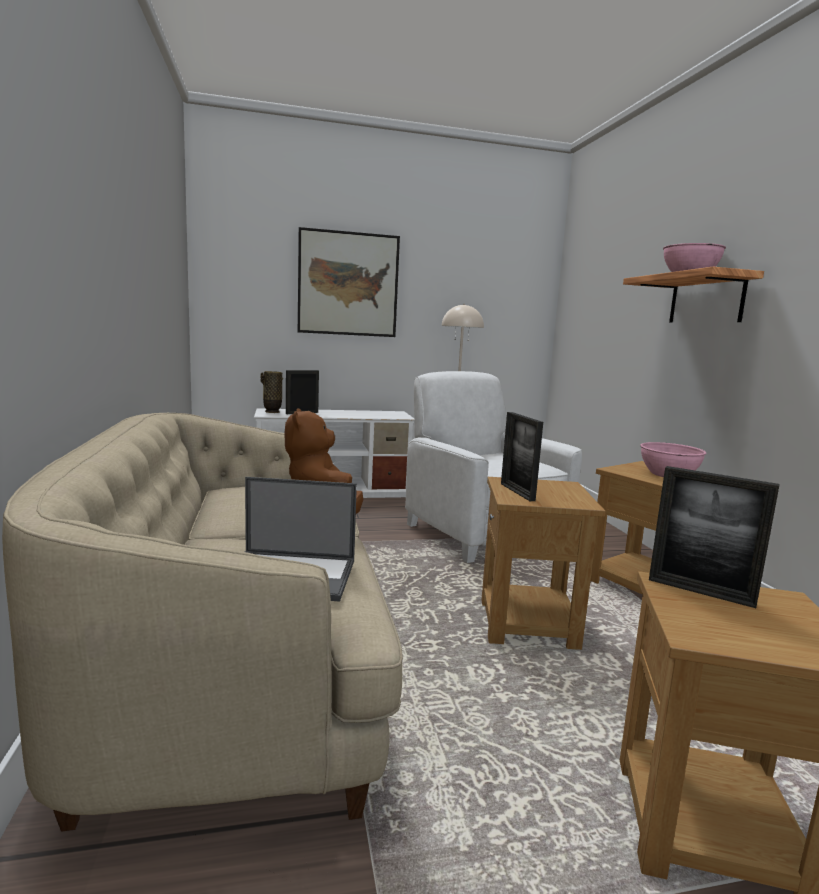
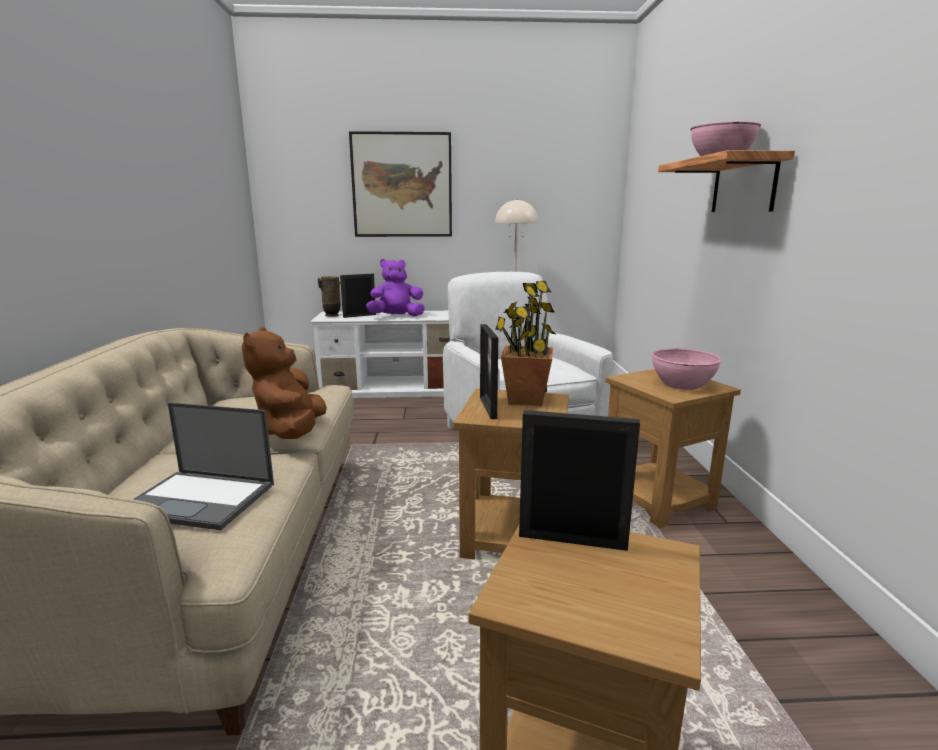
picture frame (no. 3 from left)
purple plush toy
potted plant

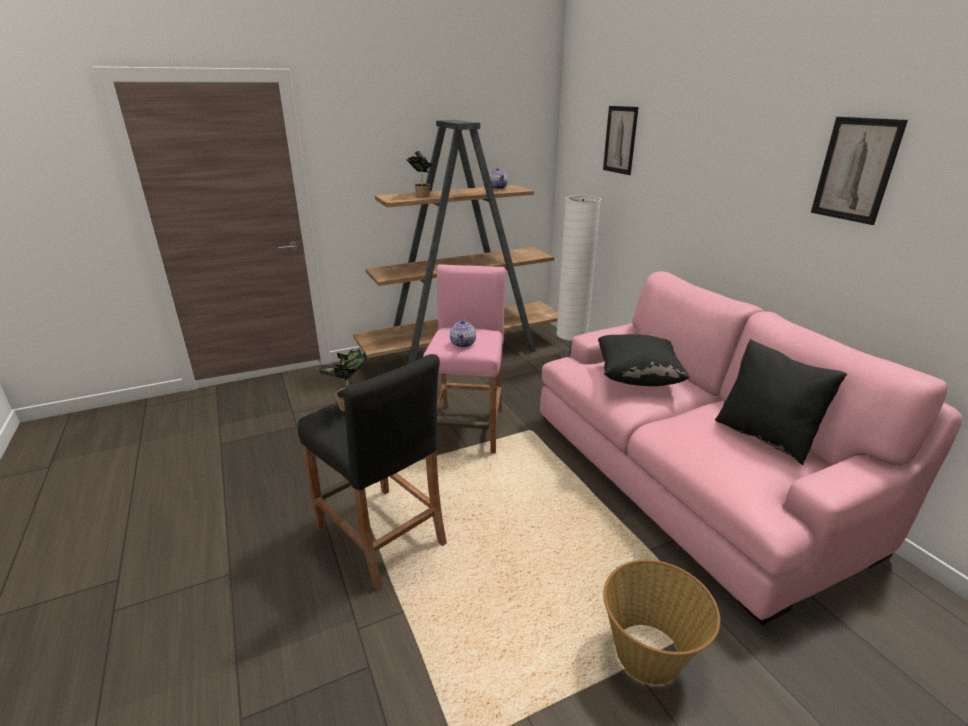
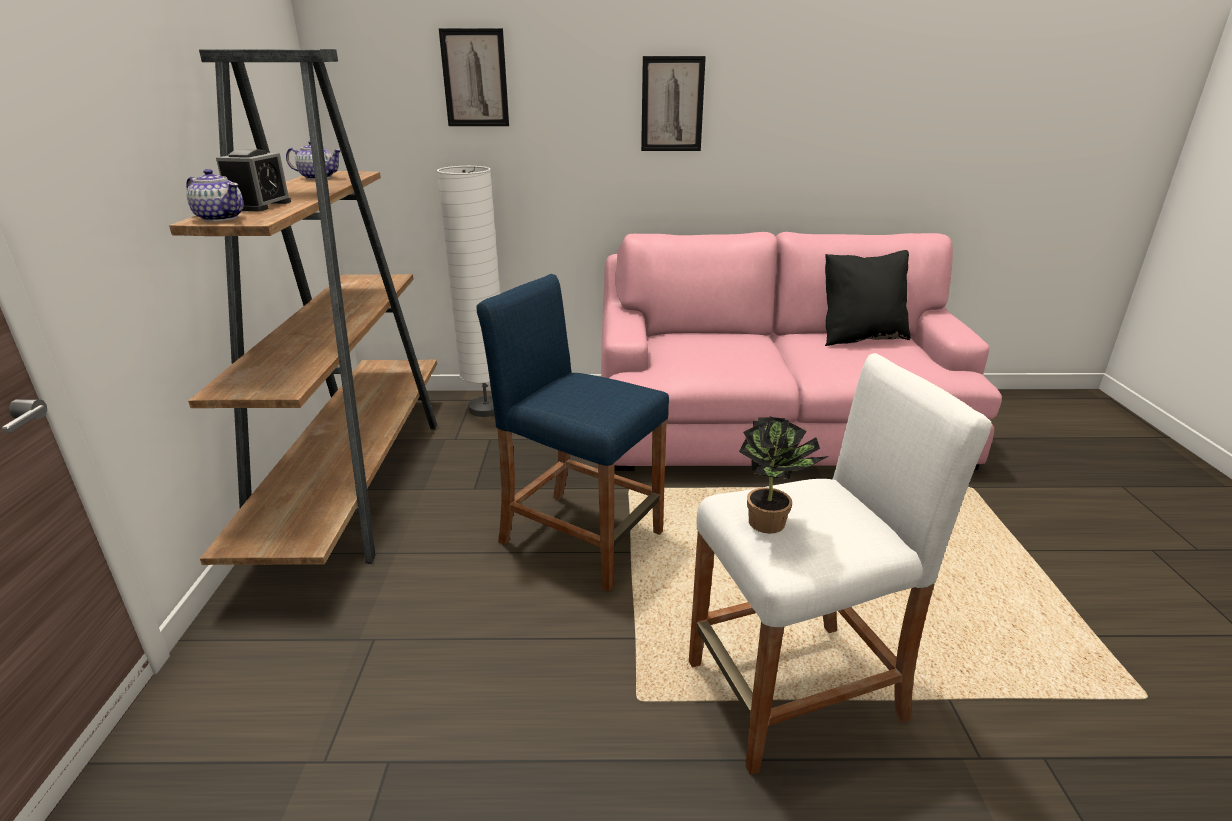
picture (no. 2 from left)
alarm clock
blue stool
teapot (no. 1 from left)
black pillow (no. 1 from left in the first image)
white stool
basket

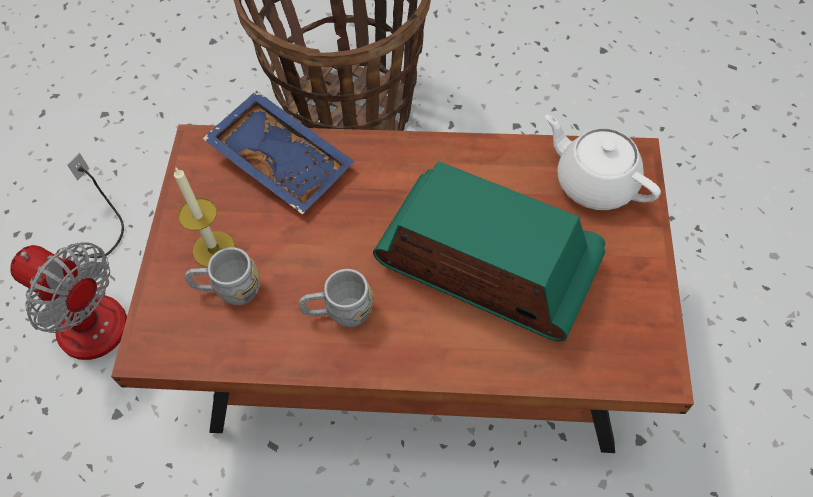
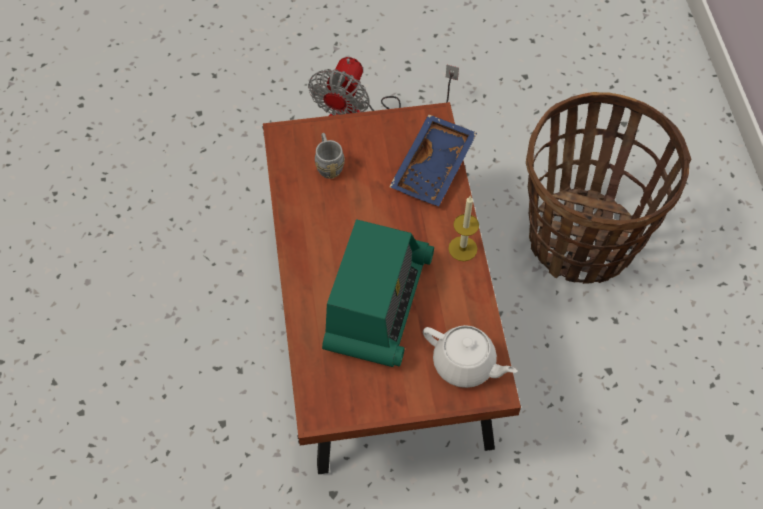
white teapot
candle
grey mug (no. 2 from left in the first image)

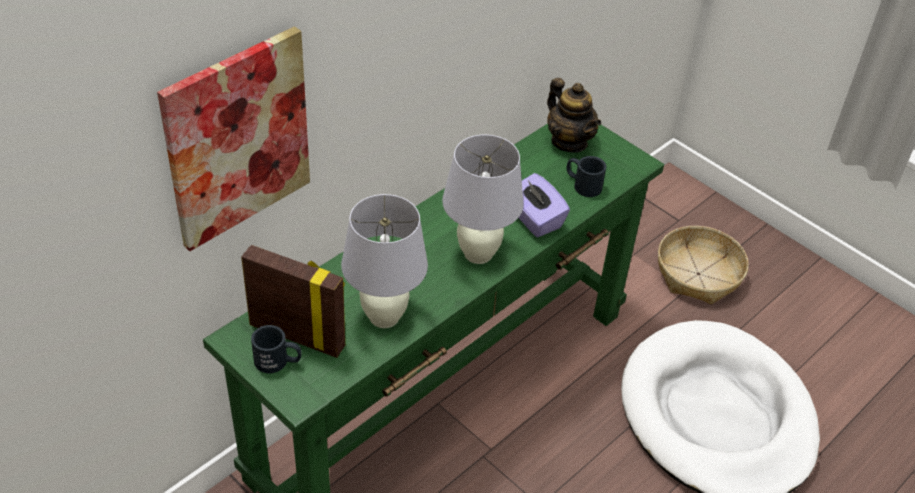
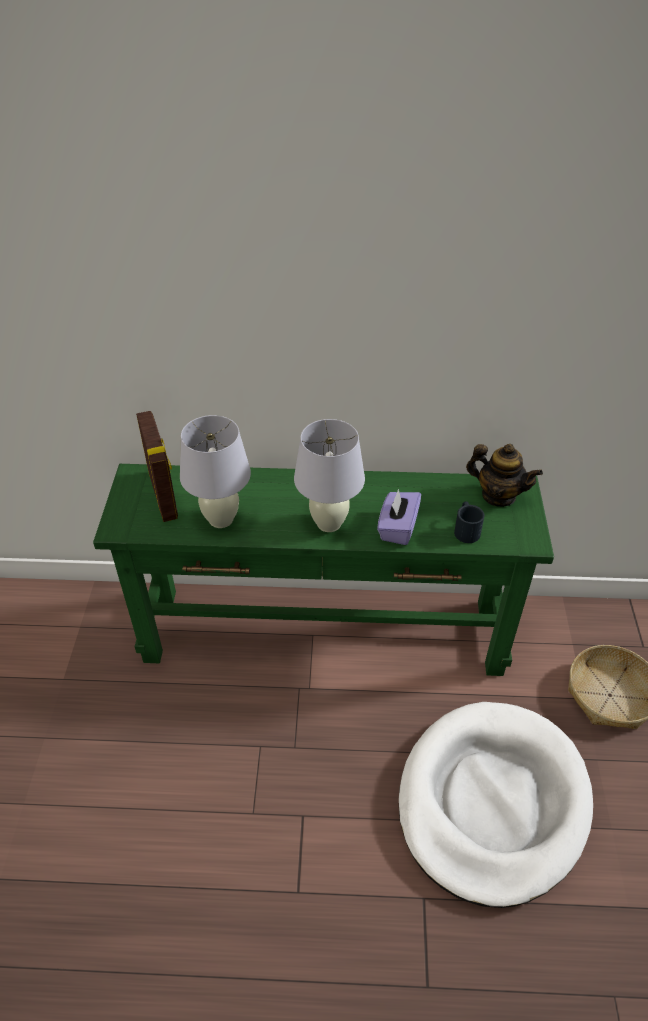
picture
teapot
black mug (no. 1 from left in the first image)

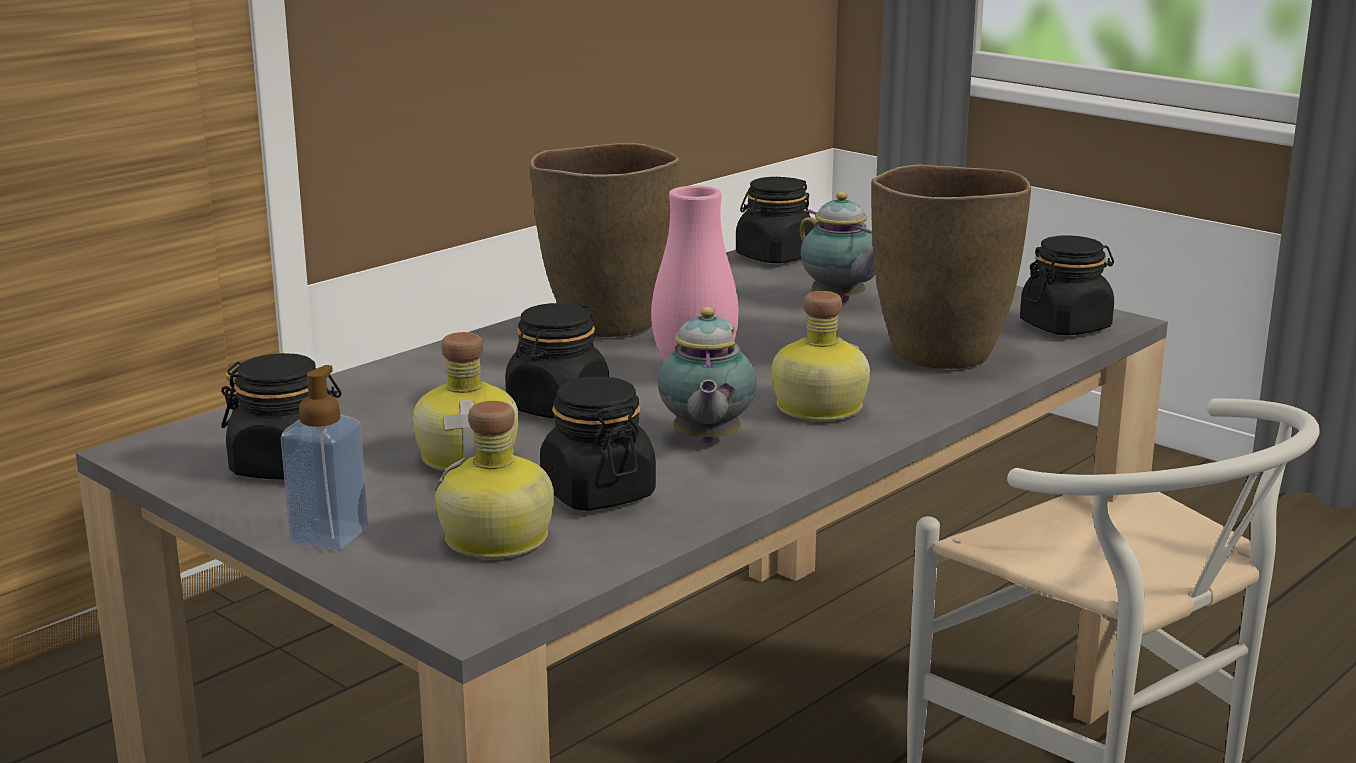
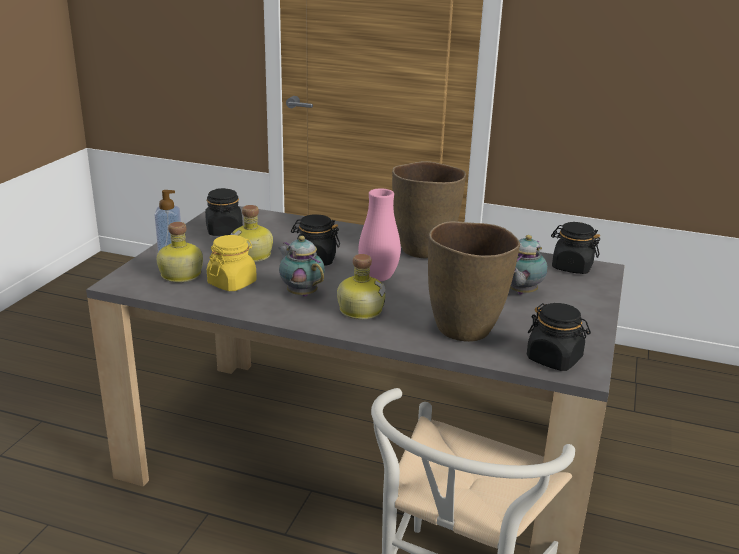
teapot (no. 1 from left)
yellow jar

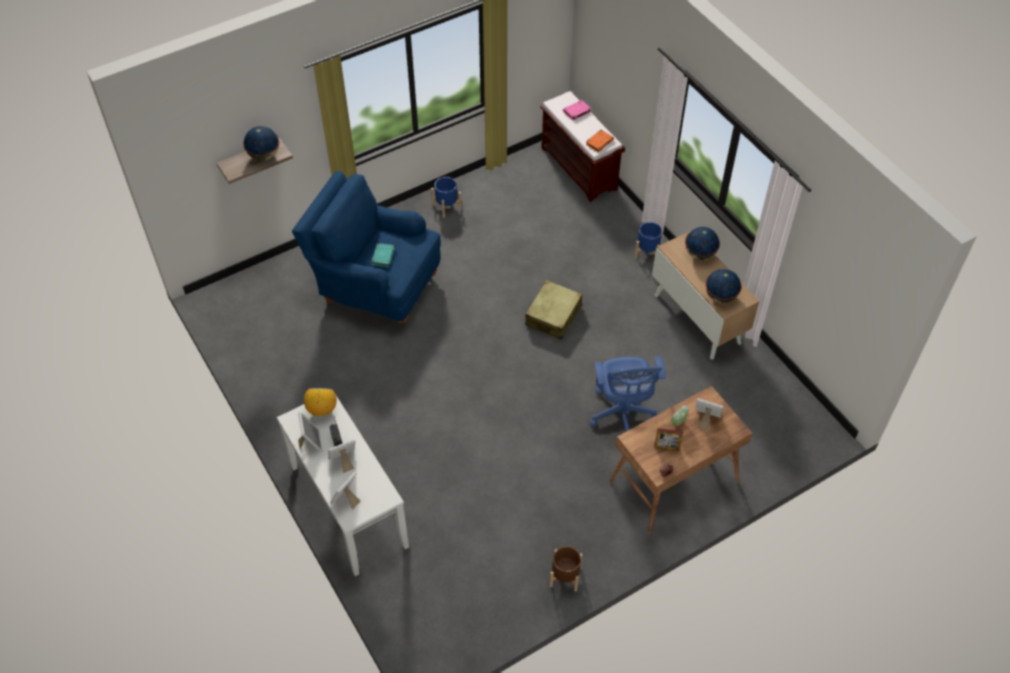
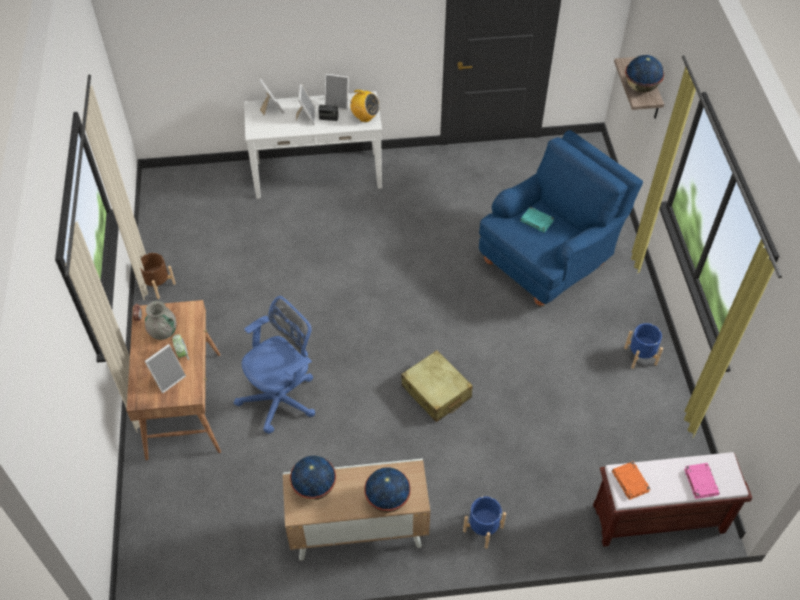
blue office chair
grey vase

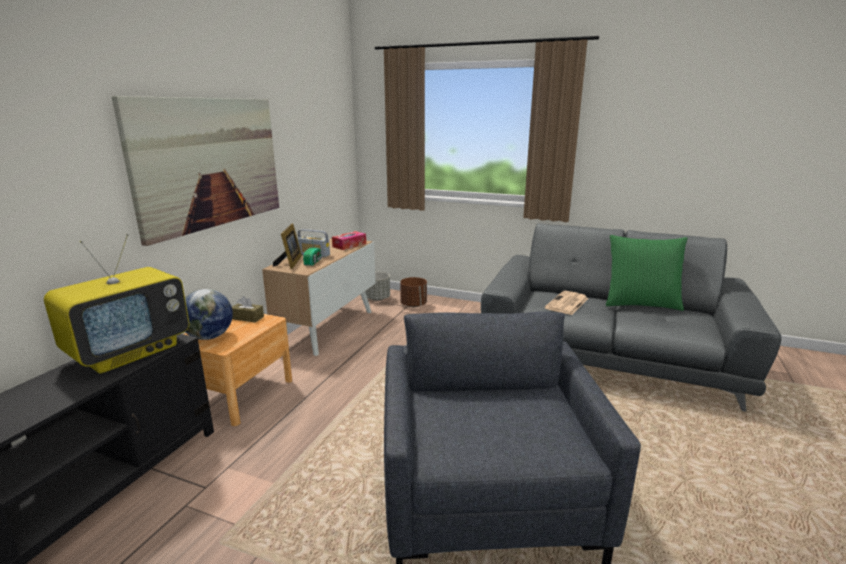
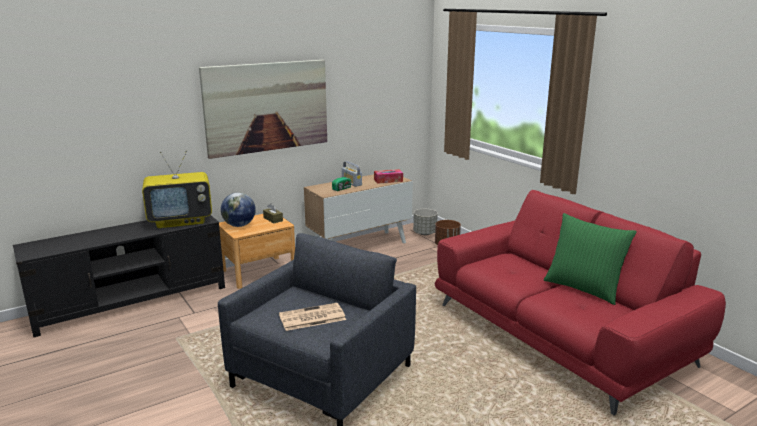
picture frame
red sofa
newspaper

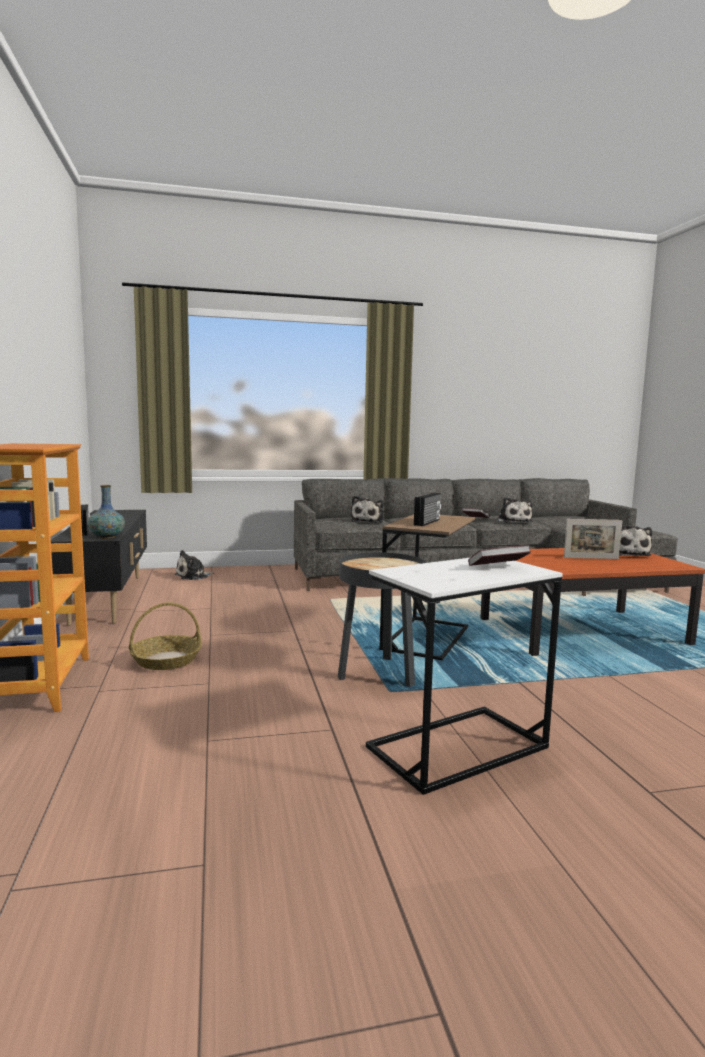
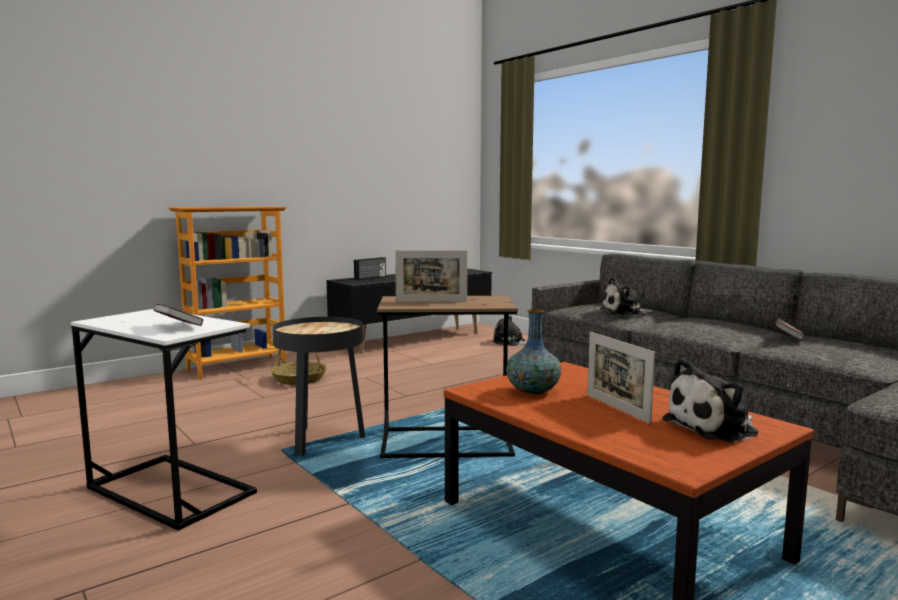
vase
picture frame (no. 1 from left)
plush toy (no. 3 from left in the first image)

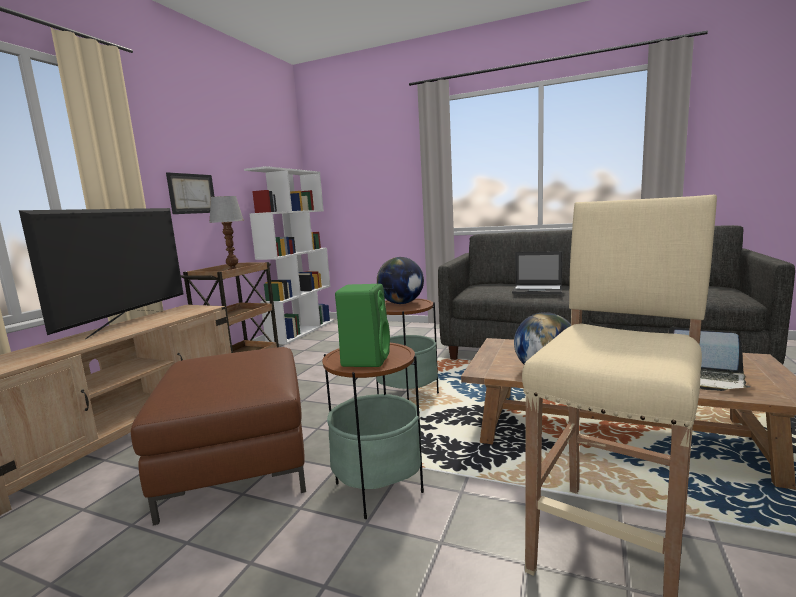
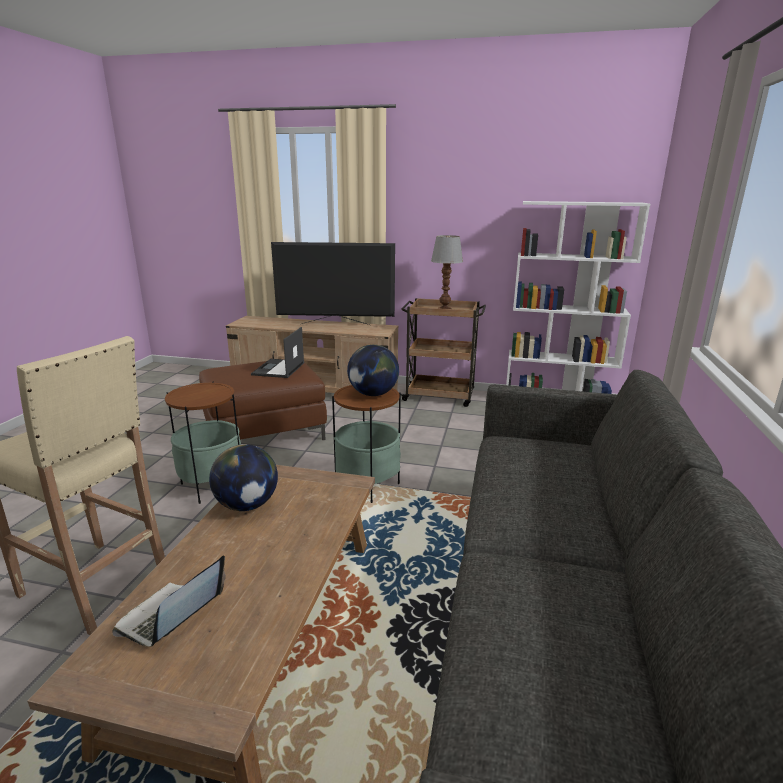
picture
laptop (no. 2 from left)
green speaker

